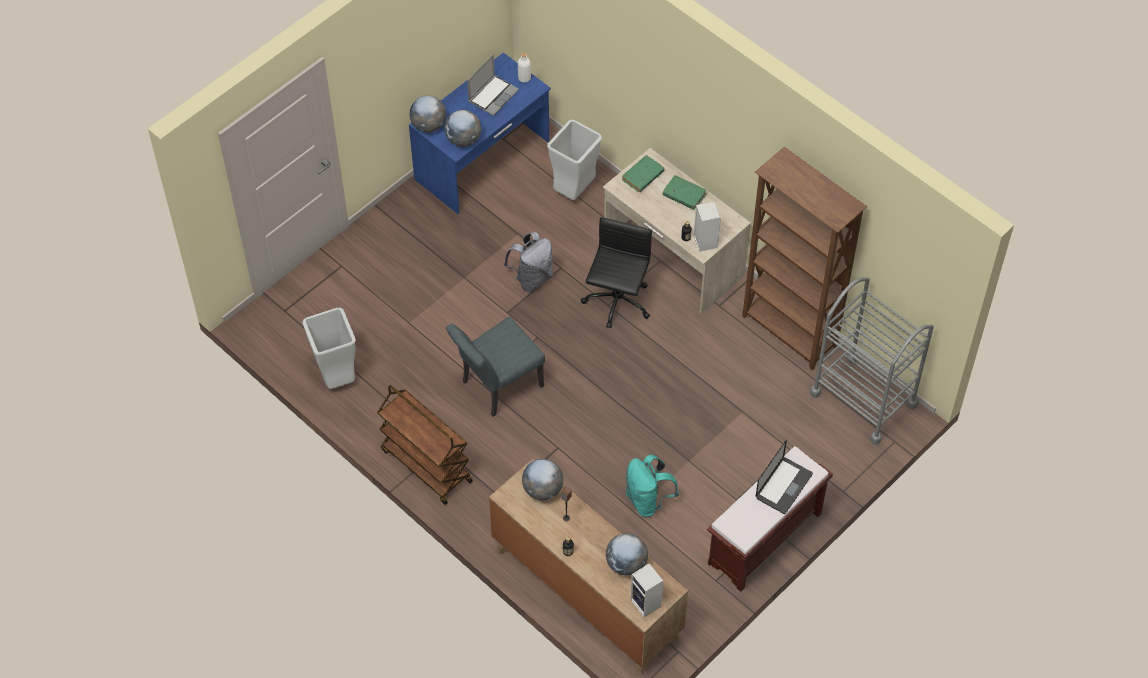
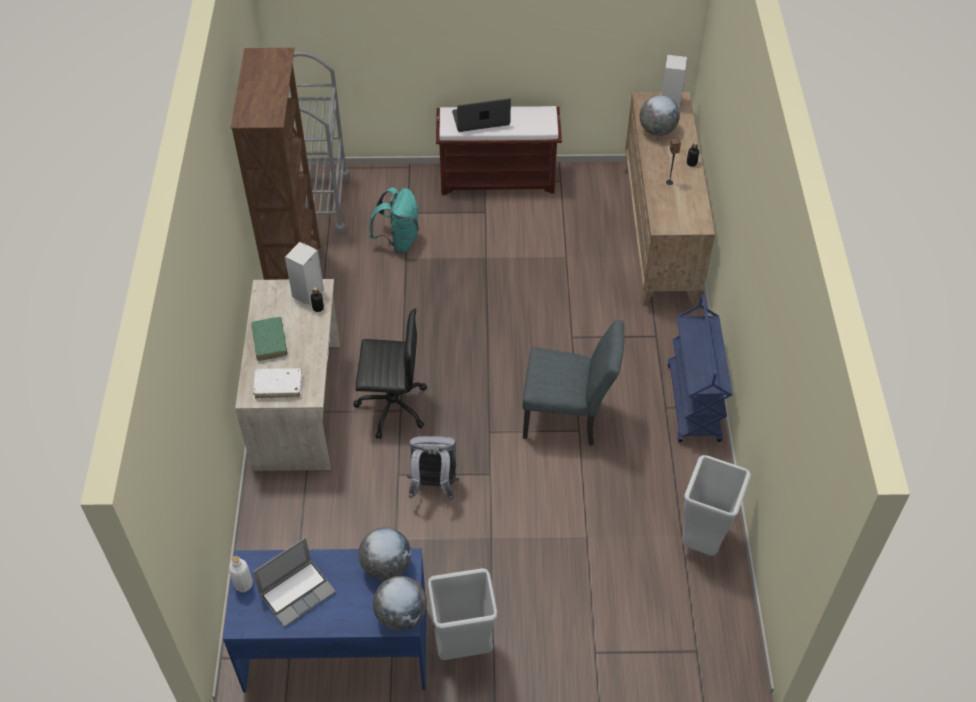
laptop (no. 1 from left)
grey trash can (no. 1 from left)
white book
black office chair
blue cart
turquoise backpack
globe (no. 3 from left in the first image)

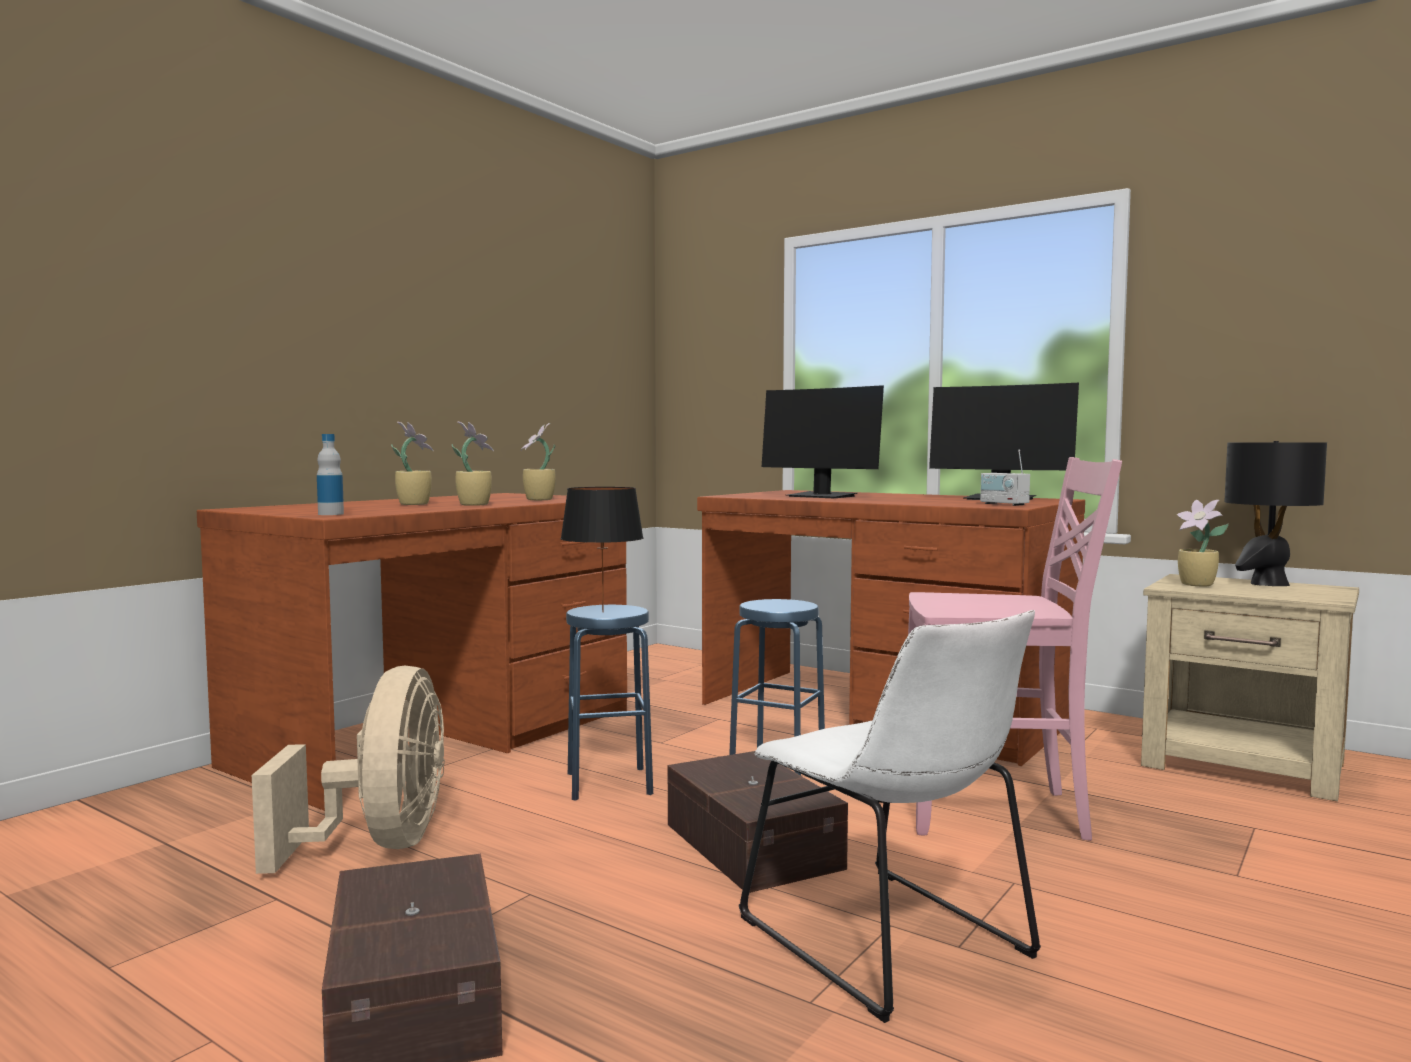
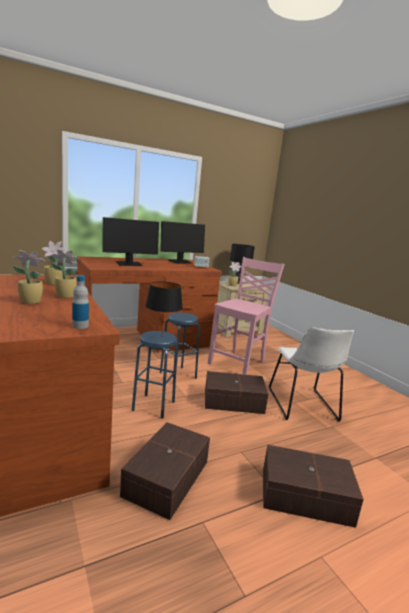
white chair
brown storage box (no. 1 from left)

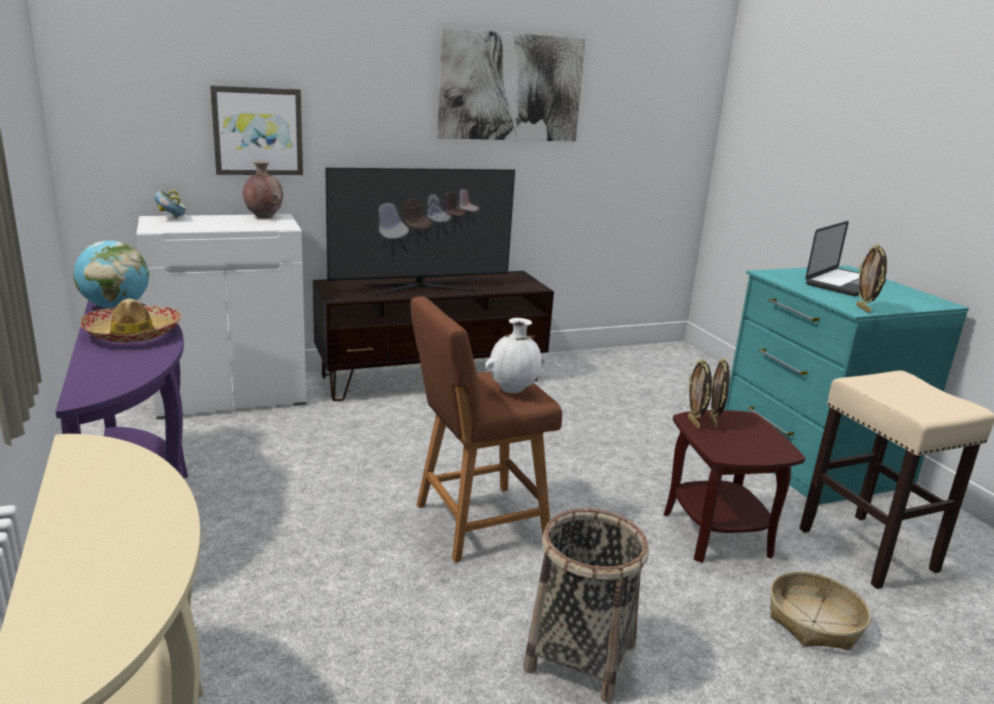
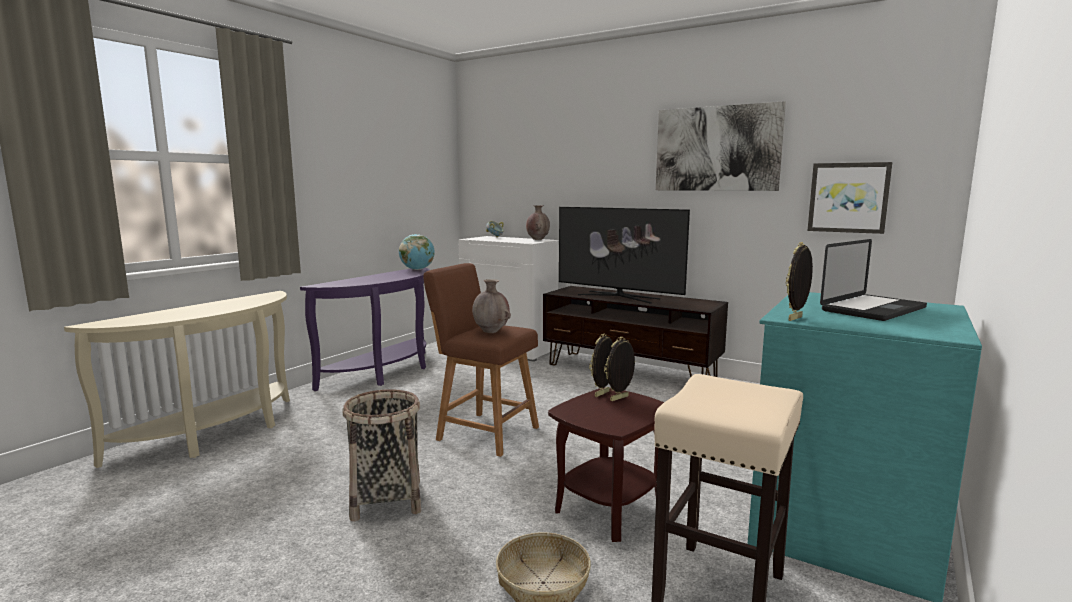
picture (no. 2 from left)
laptop
hat
brown vase (no. 1 from left)

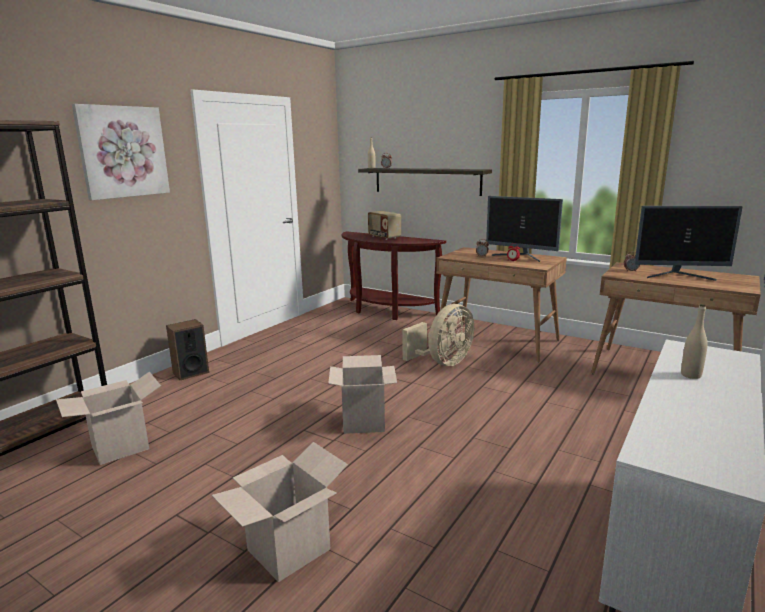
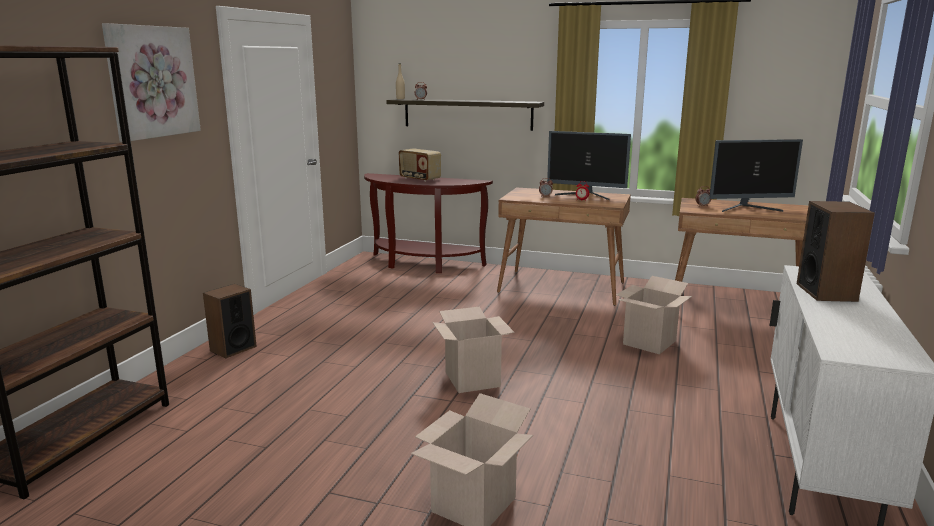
beige fan
speaker (no. 2 from left)
cardboard box (no. 3 from left)

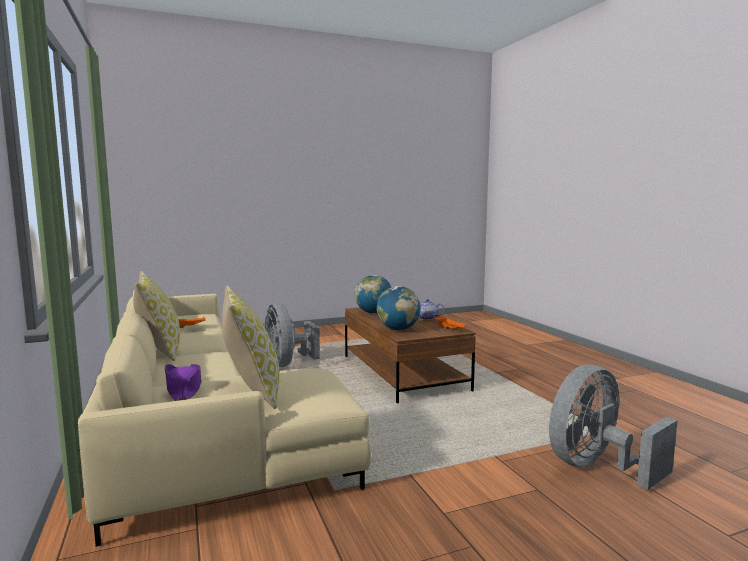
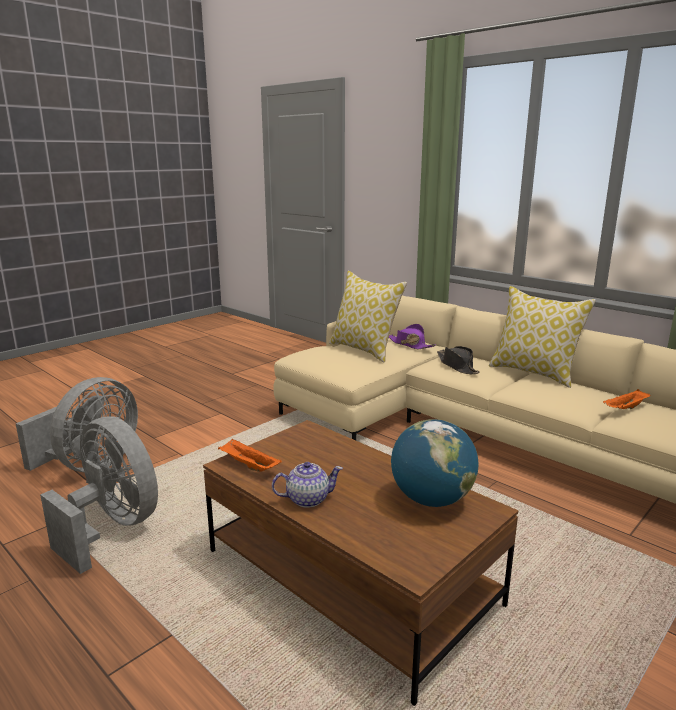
globe (no. 2 from left in the first image)
grey fan (no. 2 from left)
black hat

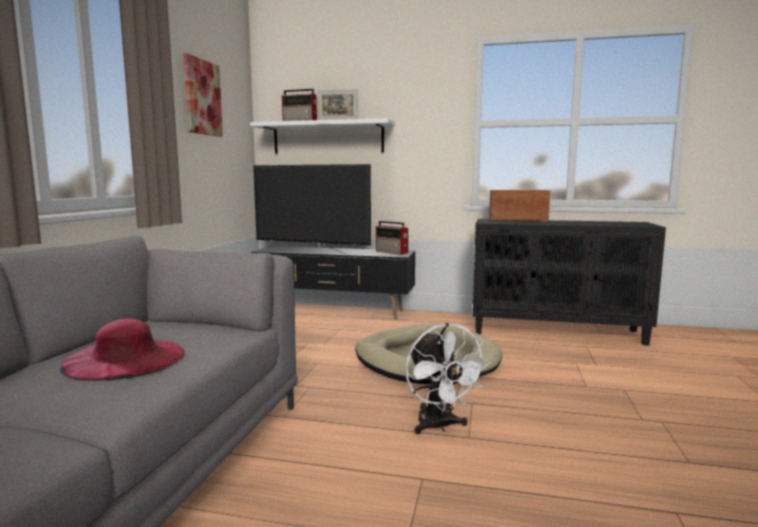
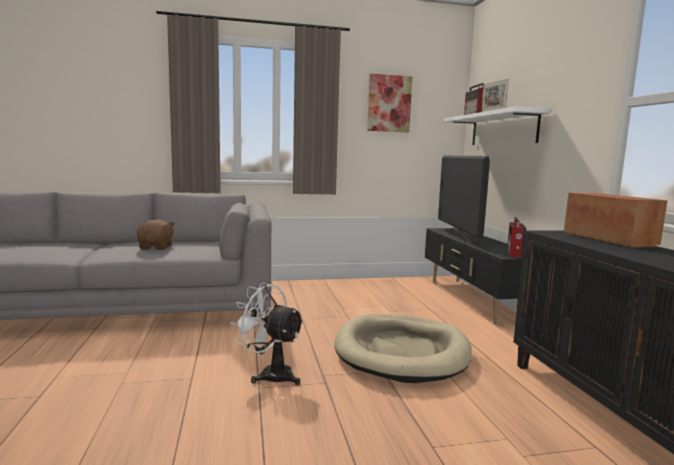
brown plush toy
white fan

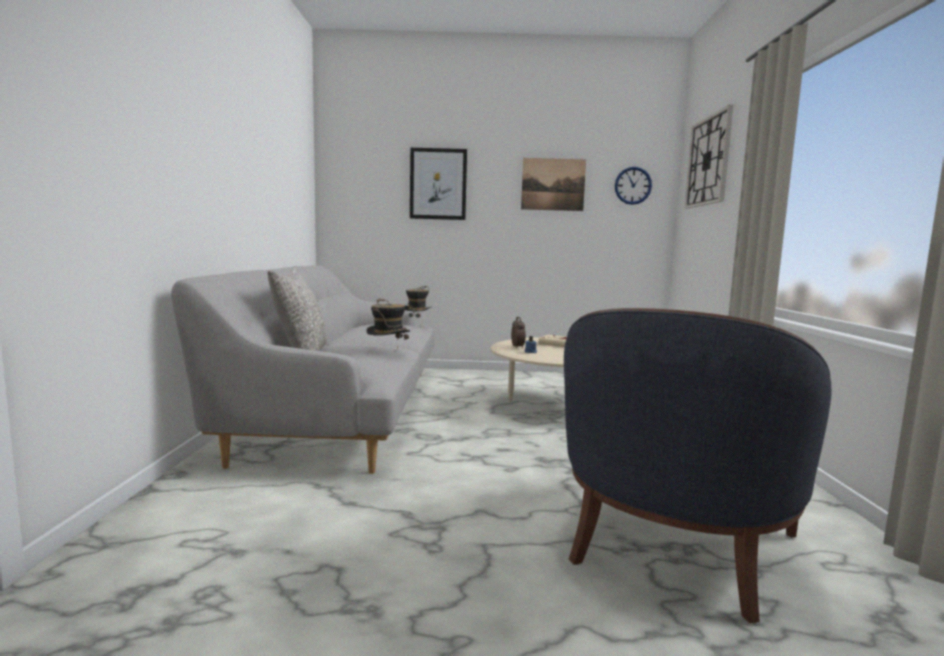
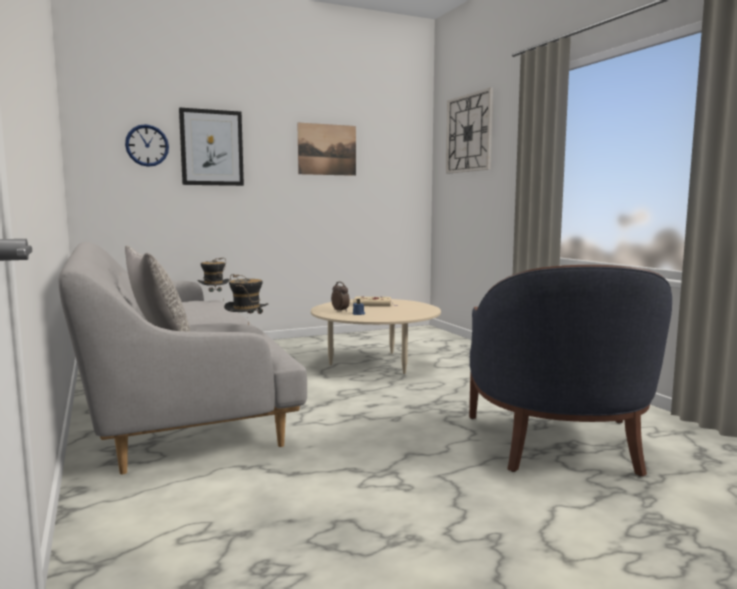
wall clock (no. 1 from left)

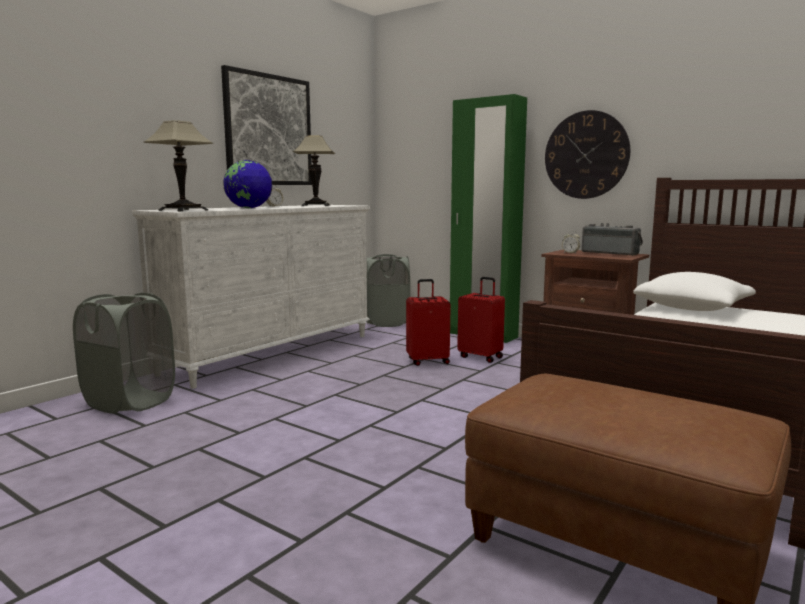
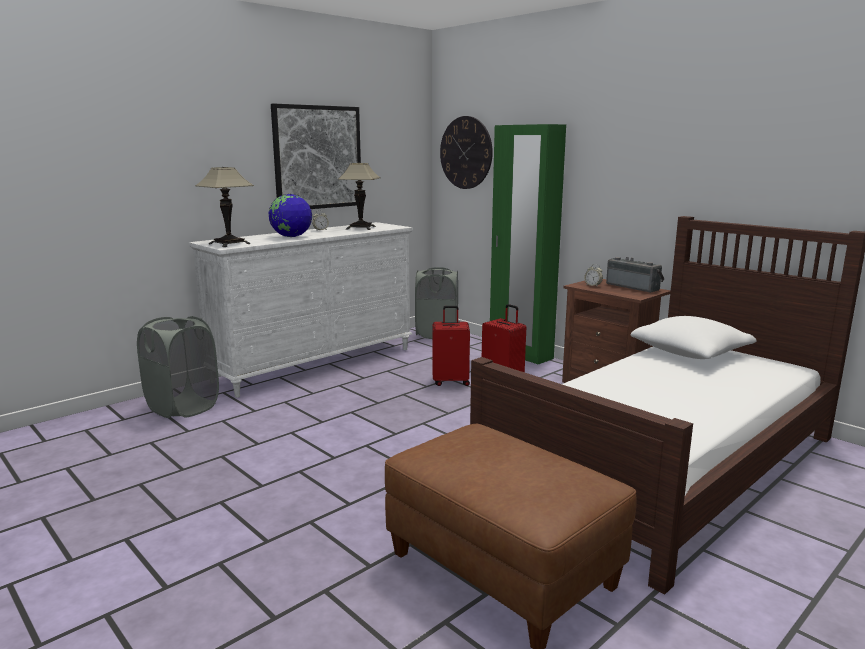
wall clock

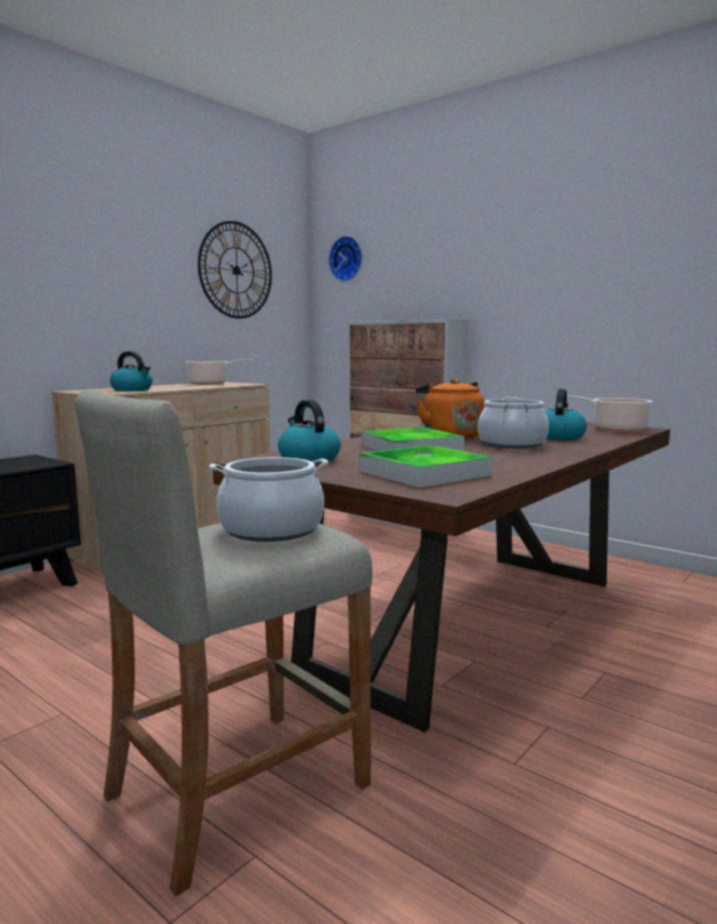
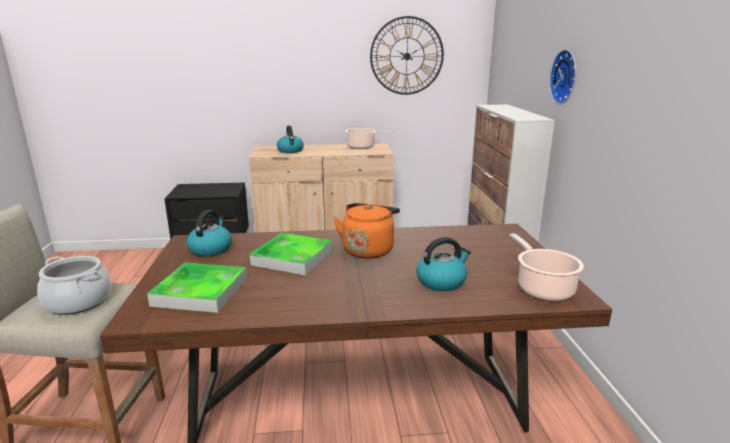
wall clock (no. 2 from left)
cooking pot (no. 3 from left in the first image)

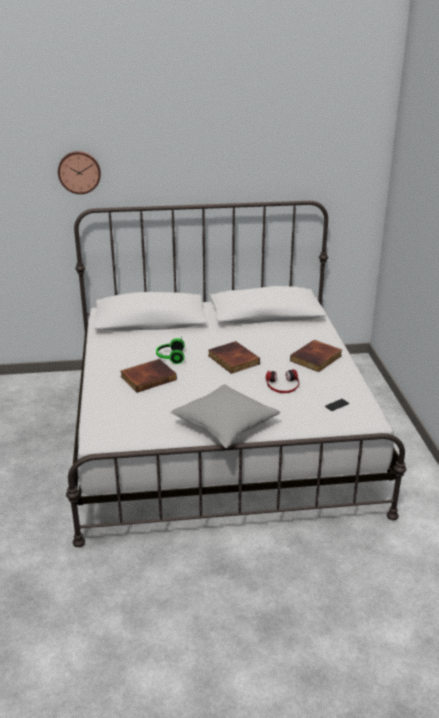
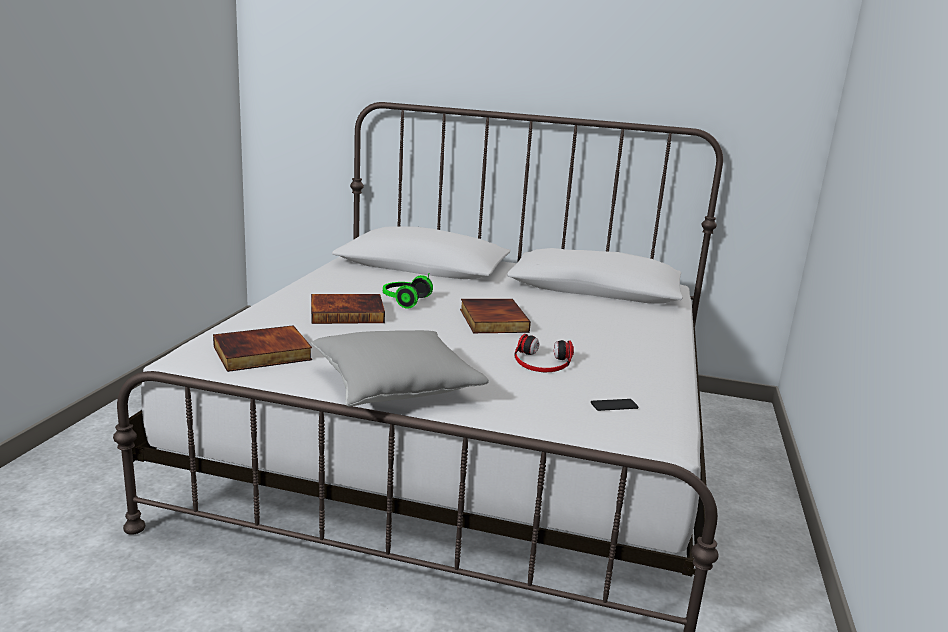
wall clock
book (no. 1 from left)

